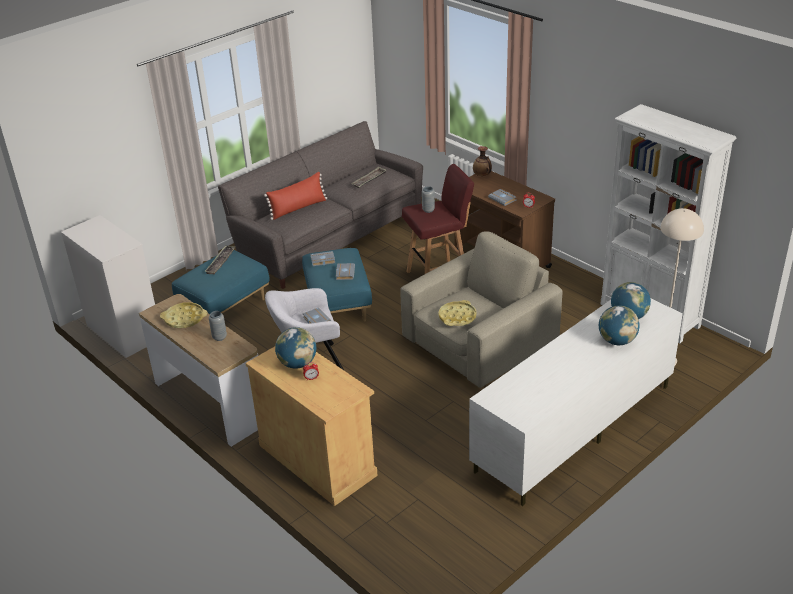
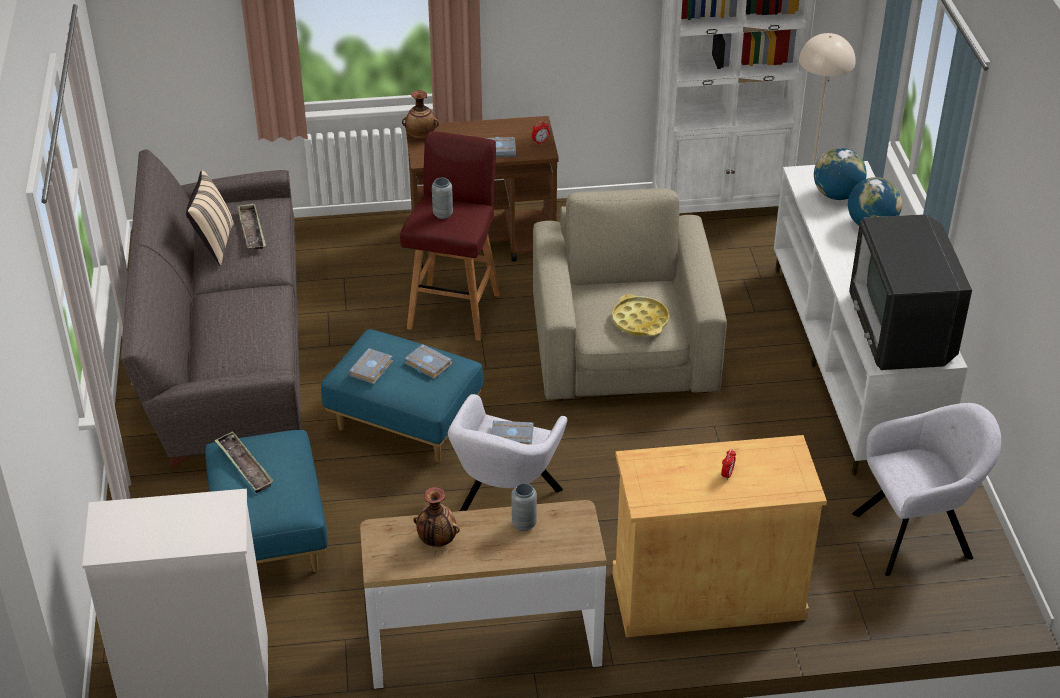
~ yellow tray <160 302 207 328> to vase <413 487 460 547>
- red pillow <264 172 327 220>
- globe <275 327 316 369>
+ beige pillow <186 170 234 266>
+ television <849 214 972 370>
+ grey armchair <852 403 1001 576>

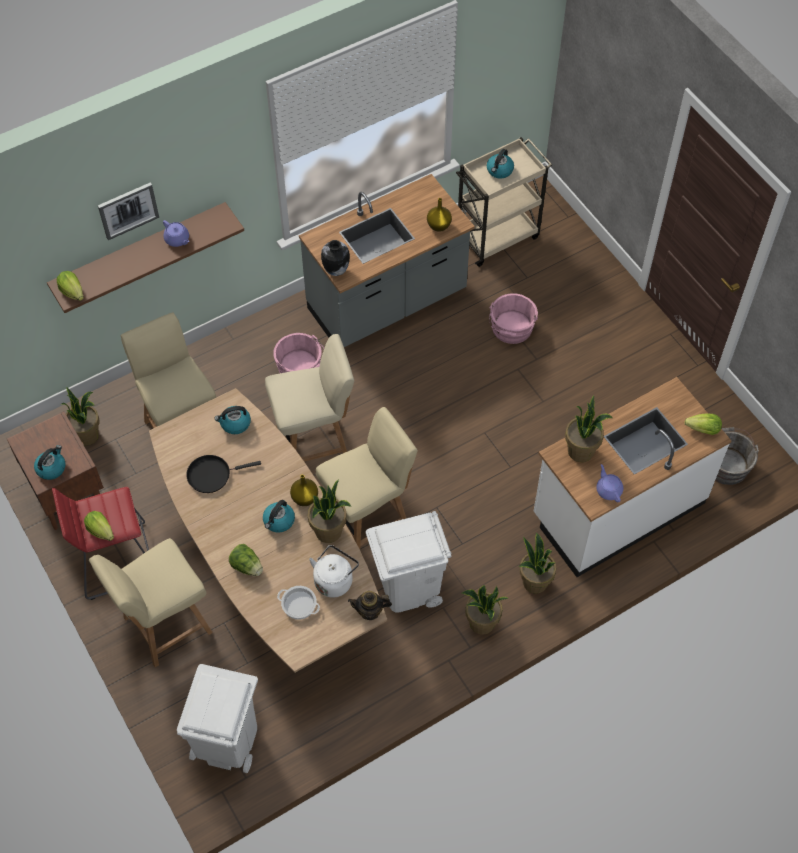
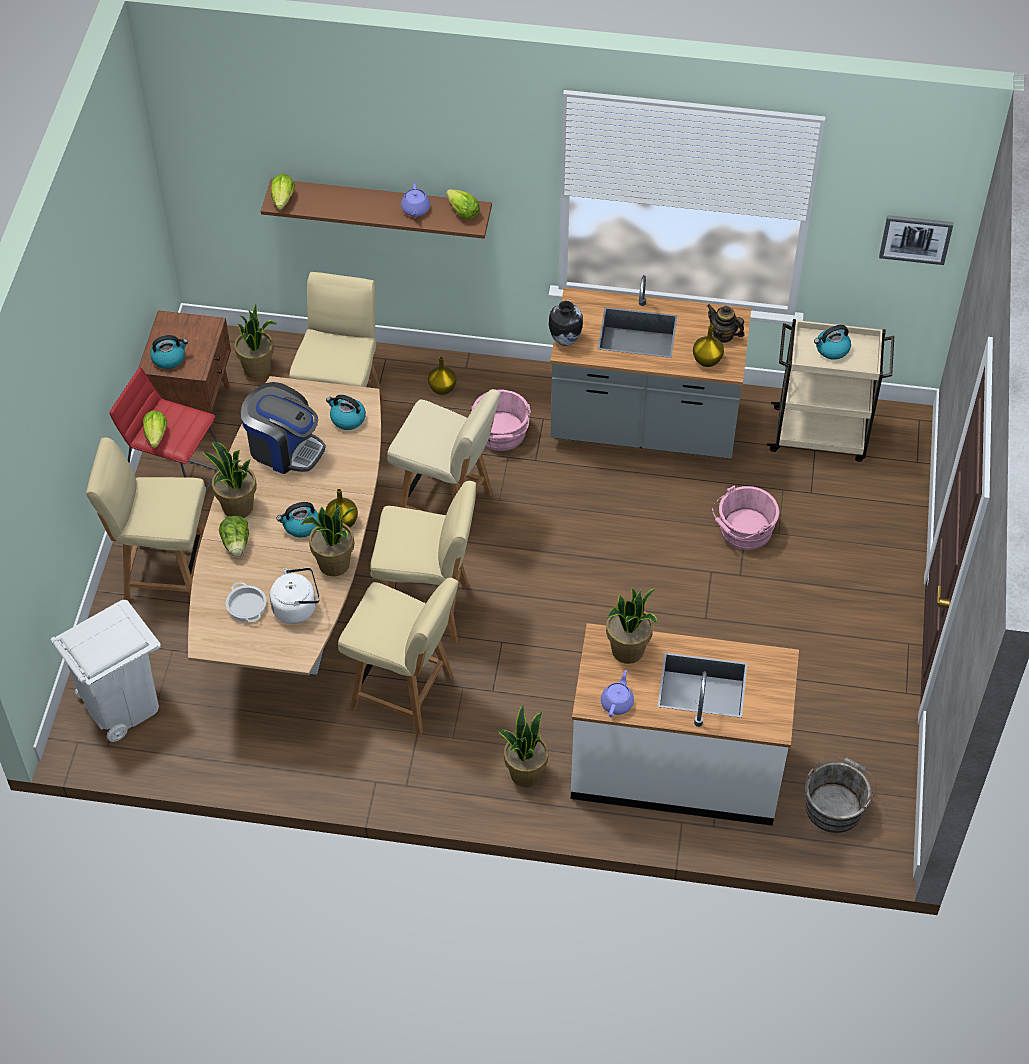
~ picture <98 183 159 240> to <879 215 953 265>
~ black frying pan <186 455 261 493> to coffee machine <241 382 326 474>
~ teapot <348 591 392 620> to <707 304 745 343>
~ white trash can <366 511 452 612> to beige chair <338 578 459 735>
~ potted plant <462 585 509 635> to <201 442 257 518>
~ lettuce <684 414 722 435> to <446 189 480 219>
+ yellow vase <428 357 456 395>

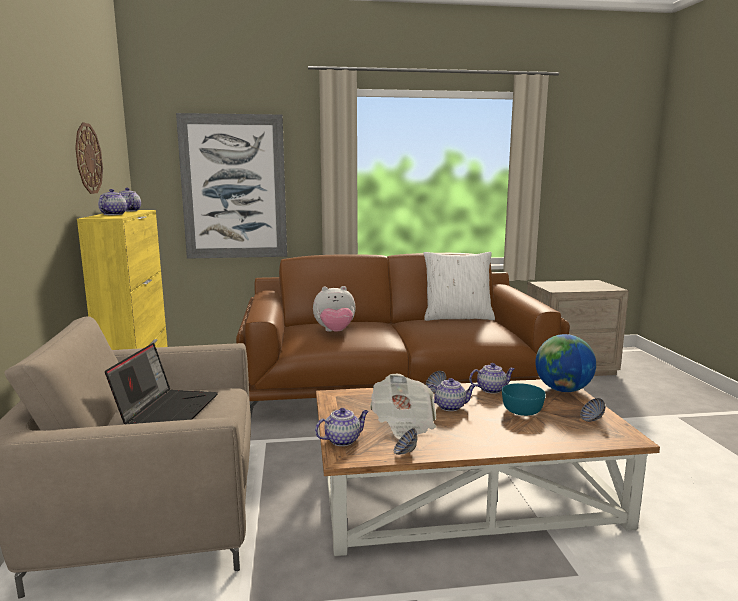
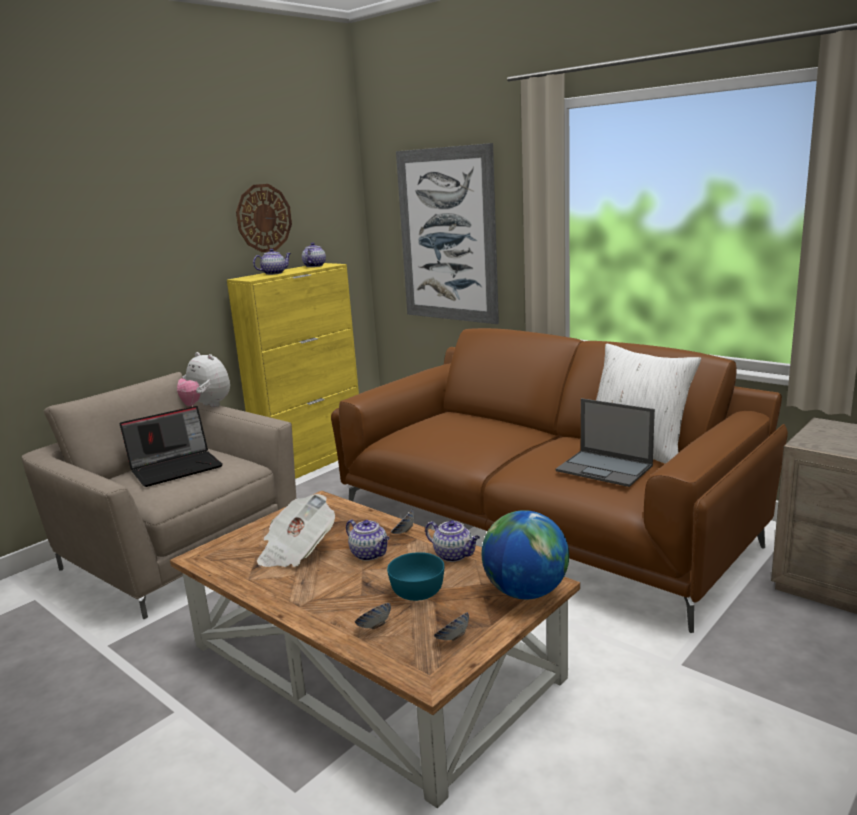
~ plush toy <313 286 356 332> to <177 352 230 407>
- teapot <315 408 369 446>
~ bowl <394 428 418 455> to <355 603 391 629>
+ laptop <556 398 655 487>

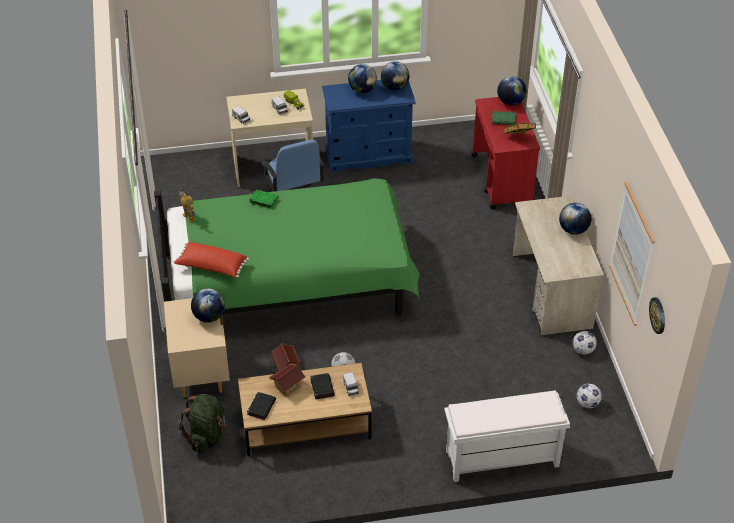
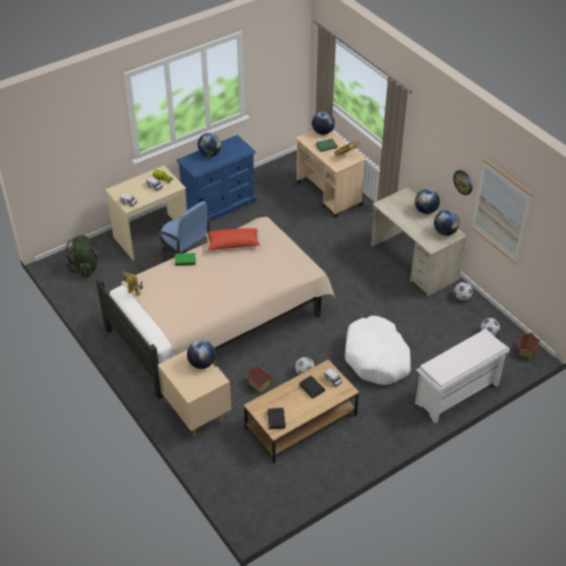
~ green bed <154 178 420 316> to beige bed <96 217 335 400>
~ red pillow <173 242 249 278> to <205 228 261 250>
~ green backpack <179 394 226 453> to <66 235 99 277>
~ toy house <269 363 306 396> to <517 332 540 358>
~ globe <381 61 409 90> to <434 210 460 236>
~ red cart <472 97 540 209> to beige cart <296 130 366 218>
~ wall clock <649 297 665 334> to <453 170 473 195>
+ white dog bed <345 316 411 385>

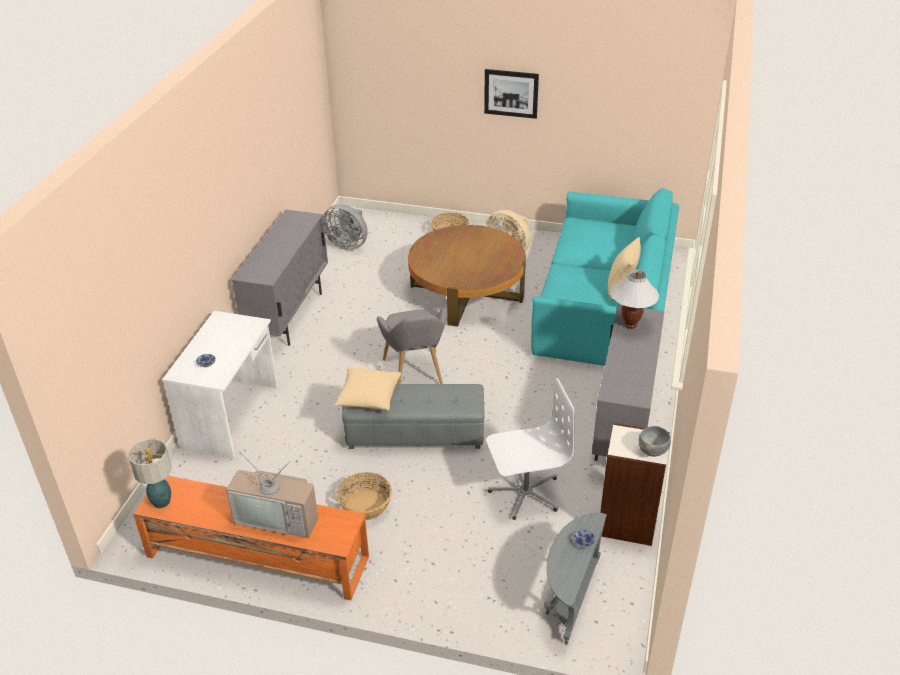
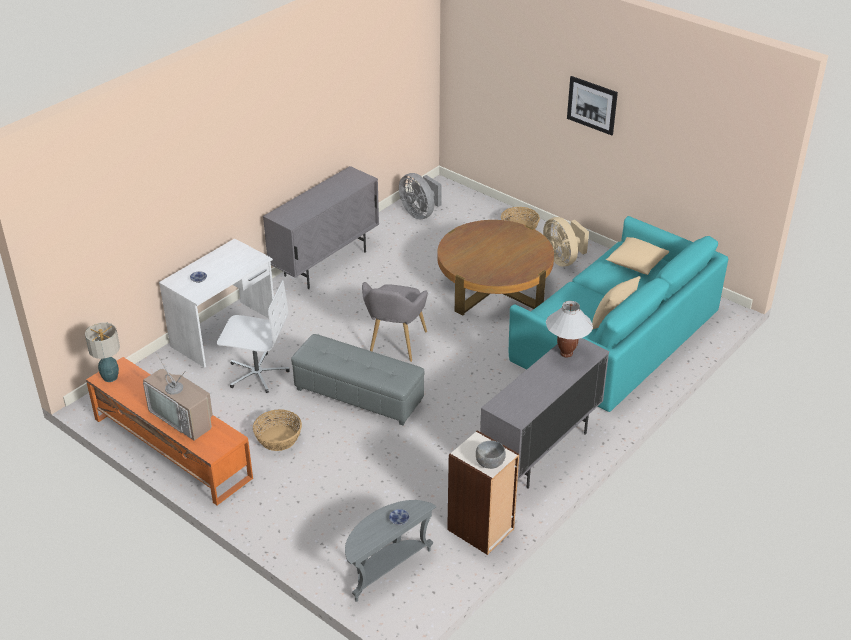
~ beige pillow <334 368 401 411> to <605 237 669 275>
~ white office chair <486 378 575 520> to <217 280 290 393>

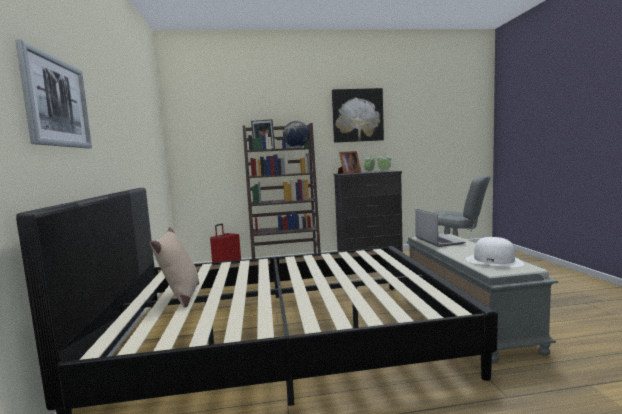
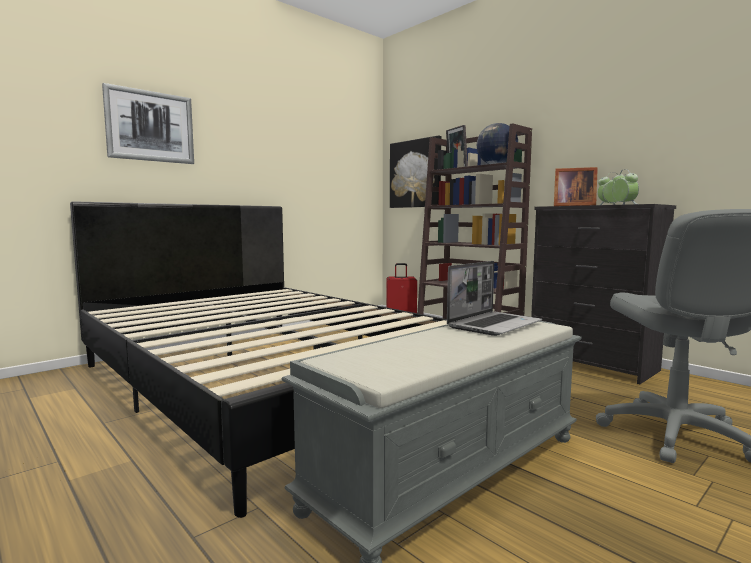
- beige pillow <150 227 199 308>
~ picture <332 88 384 143> to <390 136 442 208>
- white hat <466 237 524 267>

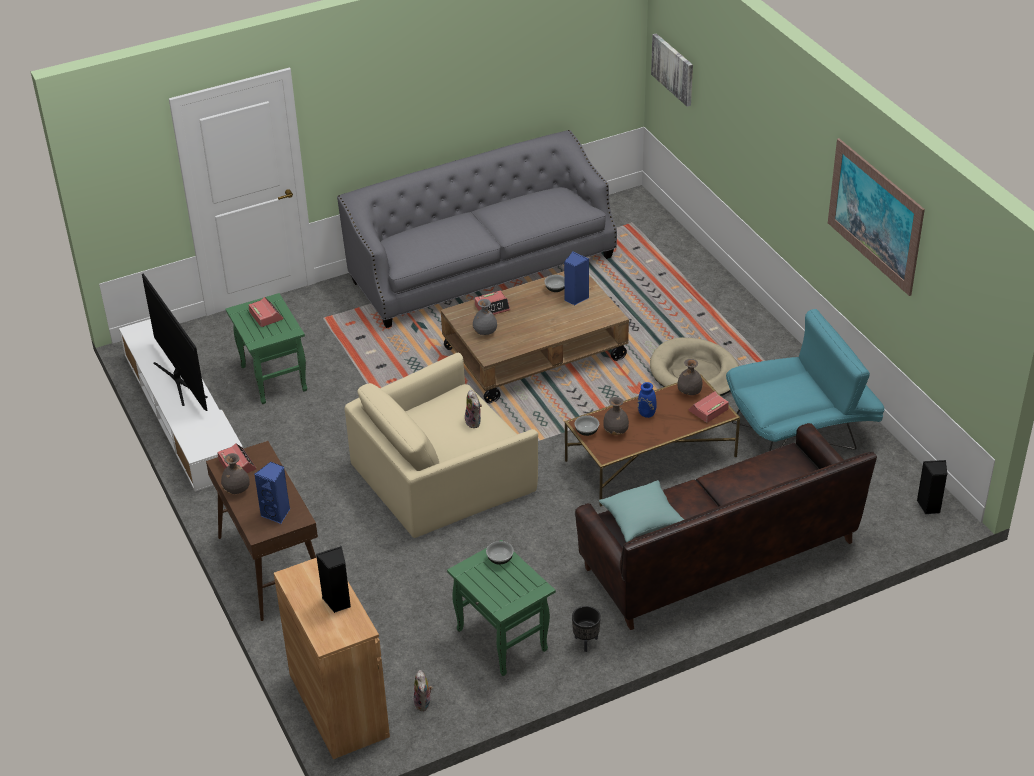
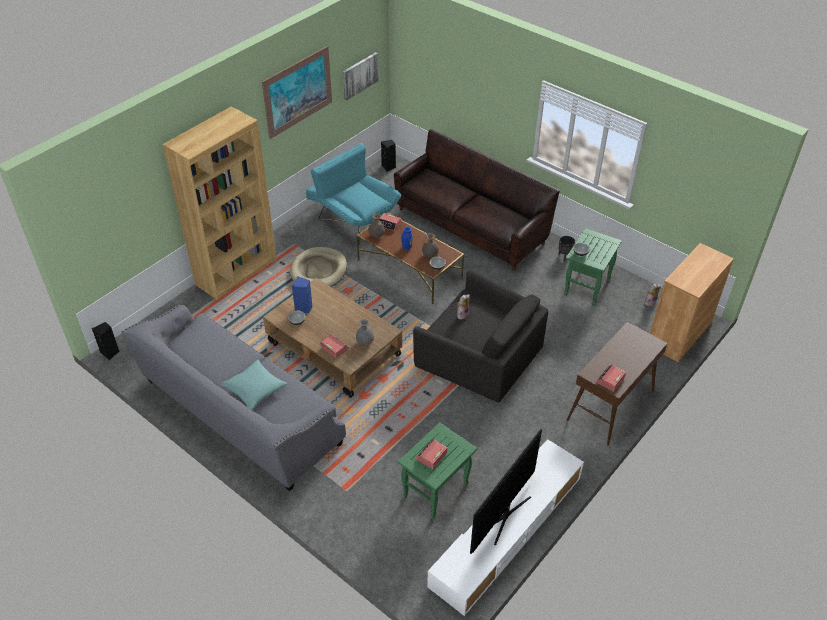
- grey vase <221 453 250 495>
- blue speaker <254 462 290 524>
~ black speaker <316 546 351 613> to <92 322 120 360>
~ beige armchair <345 352 538 538> to black armchair <413 269 549 403>
~ turquoise pillow <599 480 684 542> to <221 360 287 410>
~ picture <651 33 693 107> to <343 52 379 100>
+ brown bookcase <162 106 277 300>

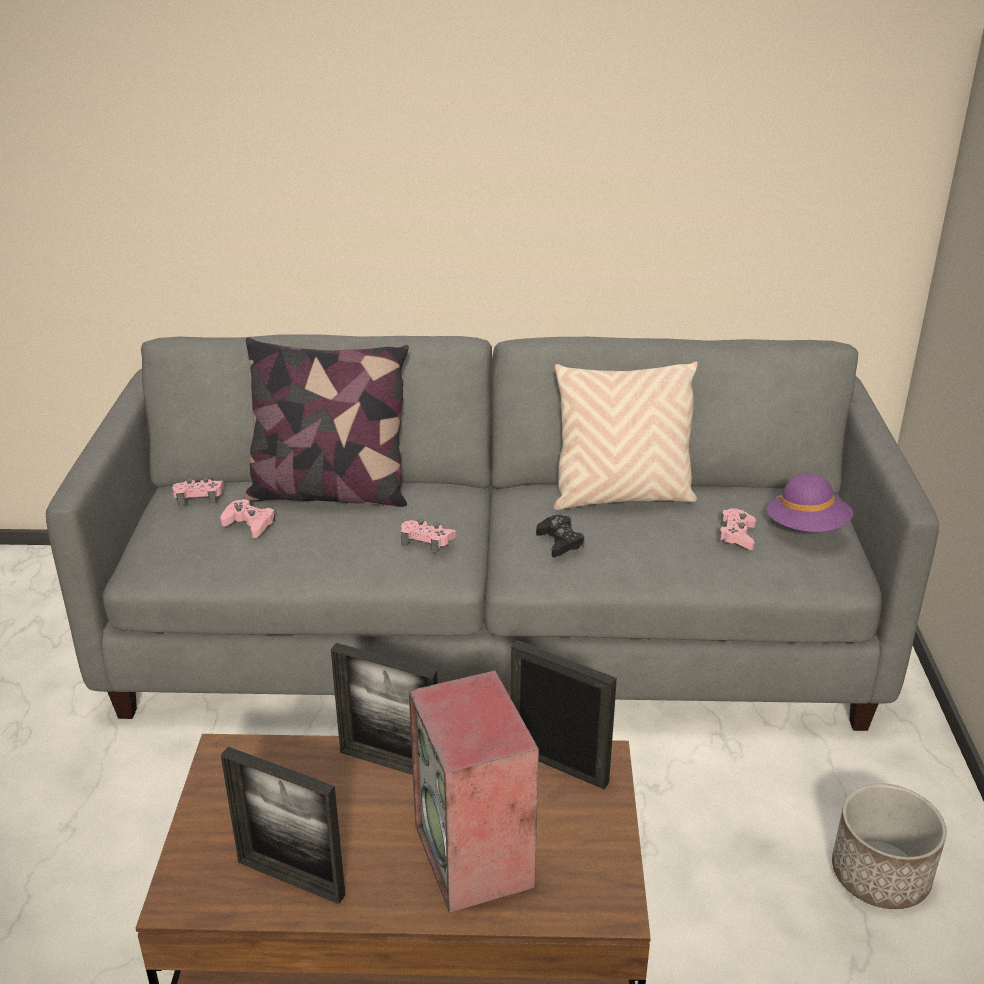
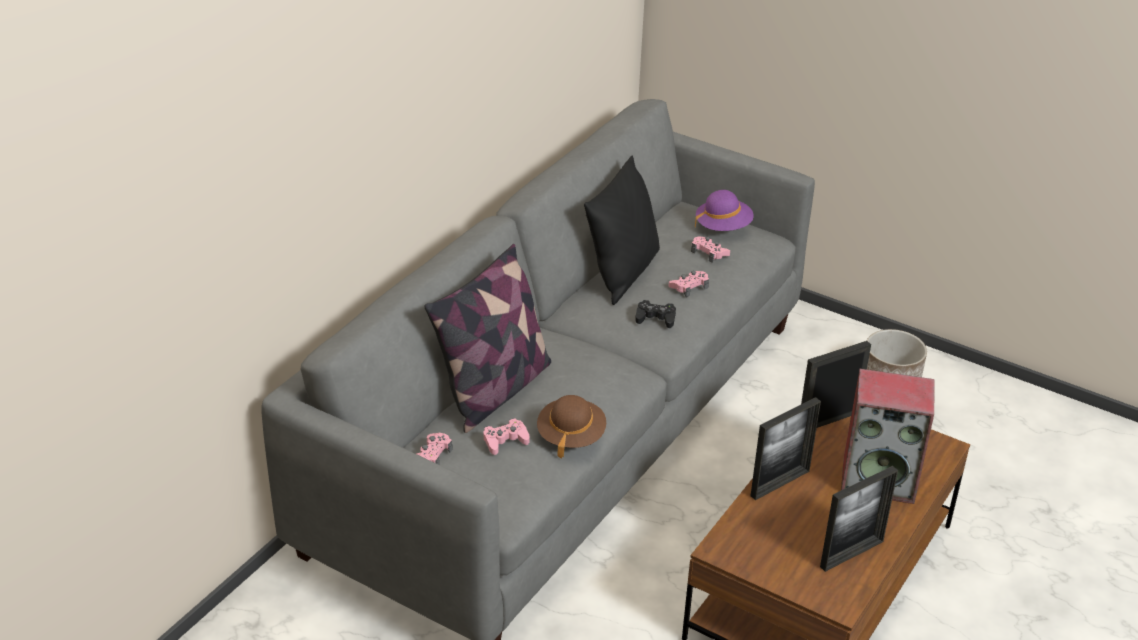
~ pink game controller <401 519 456 553> to <668 271 709 297>
~ beige pillow <553 362 698 510> to black pillow <584 155 660 305>
+ brown hat <537 395 606 459>

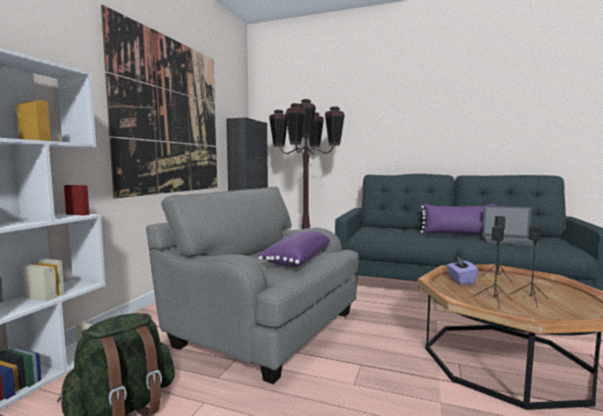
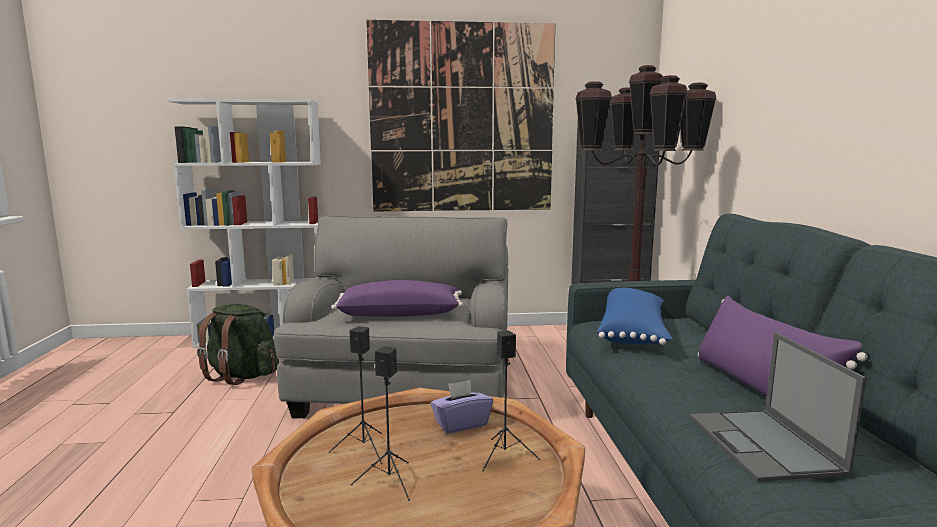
+ blue pillow <597 288 673 345>

